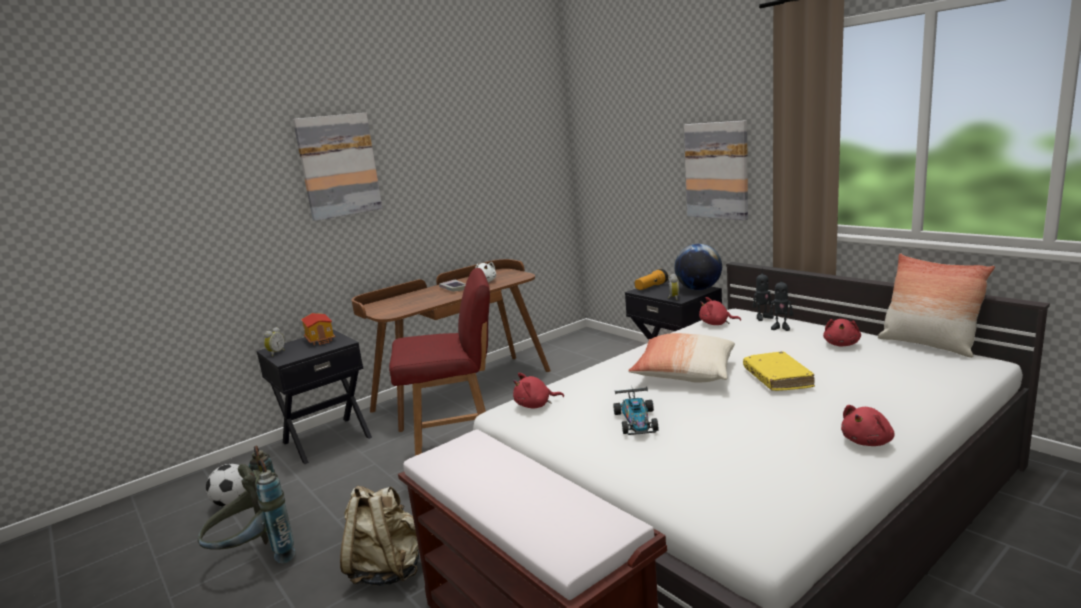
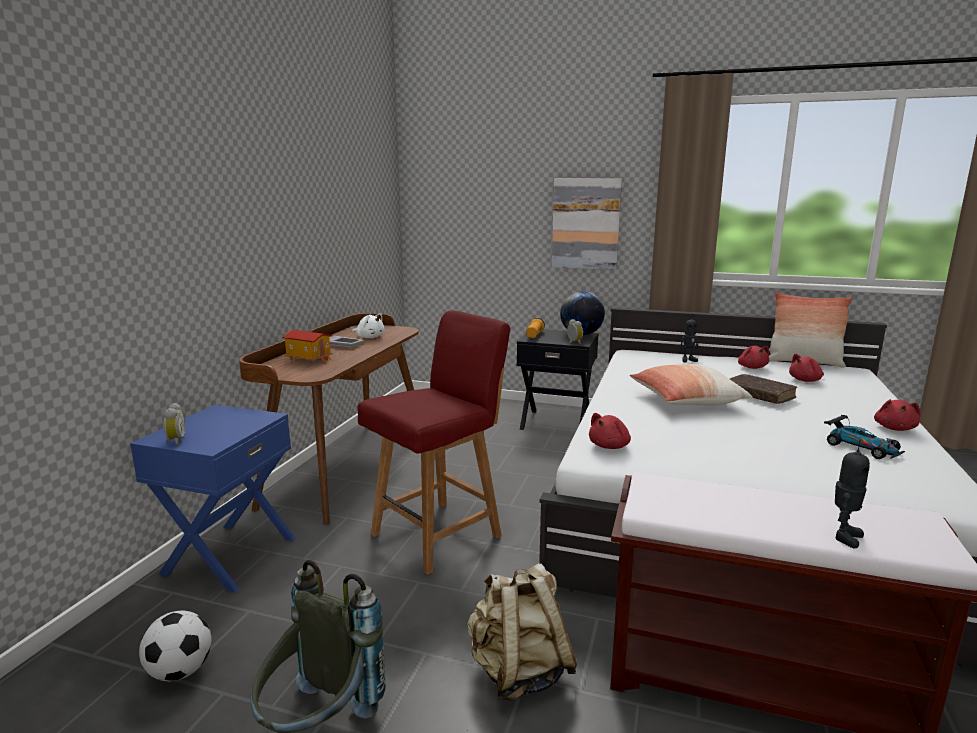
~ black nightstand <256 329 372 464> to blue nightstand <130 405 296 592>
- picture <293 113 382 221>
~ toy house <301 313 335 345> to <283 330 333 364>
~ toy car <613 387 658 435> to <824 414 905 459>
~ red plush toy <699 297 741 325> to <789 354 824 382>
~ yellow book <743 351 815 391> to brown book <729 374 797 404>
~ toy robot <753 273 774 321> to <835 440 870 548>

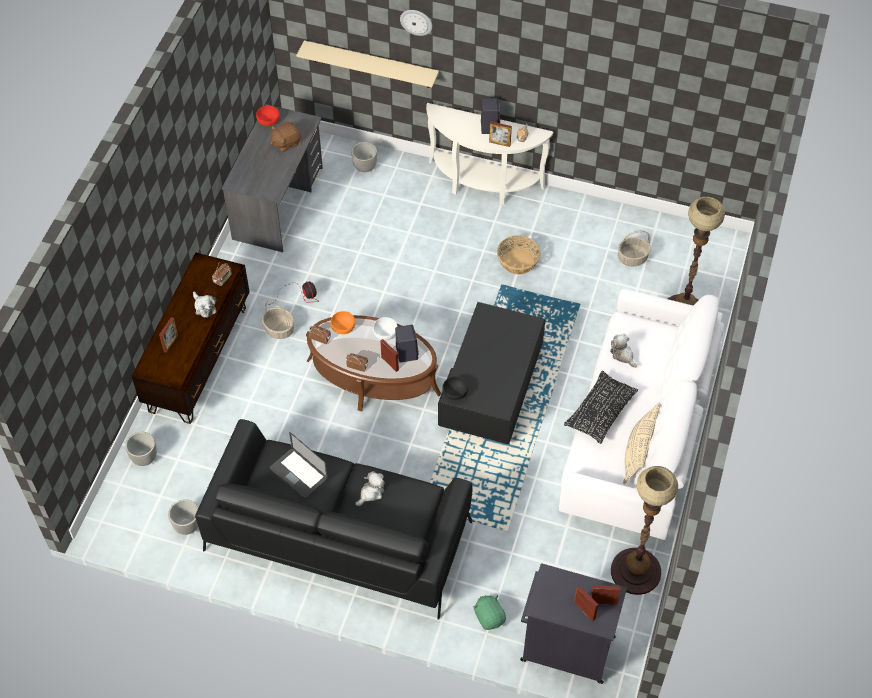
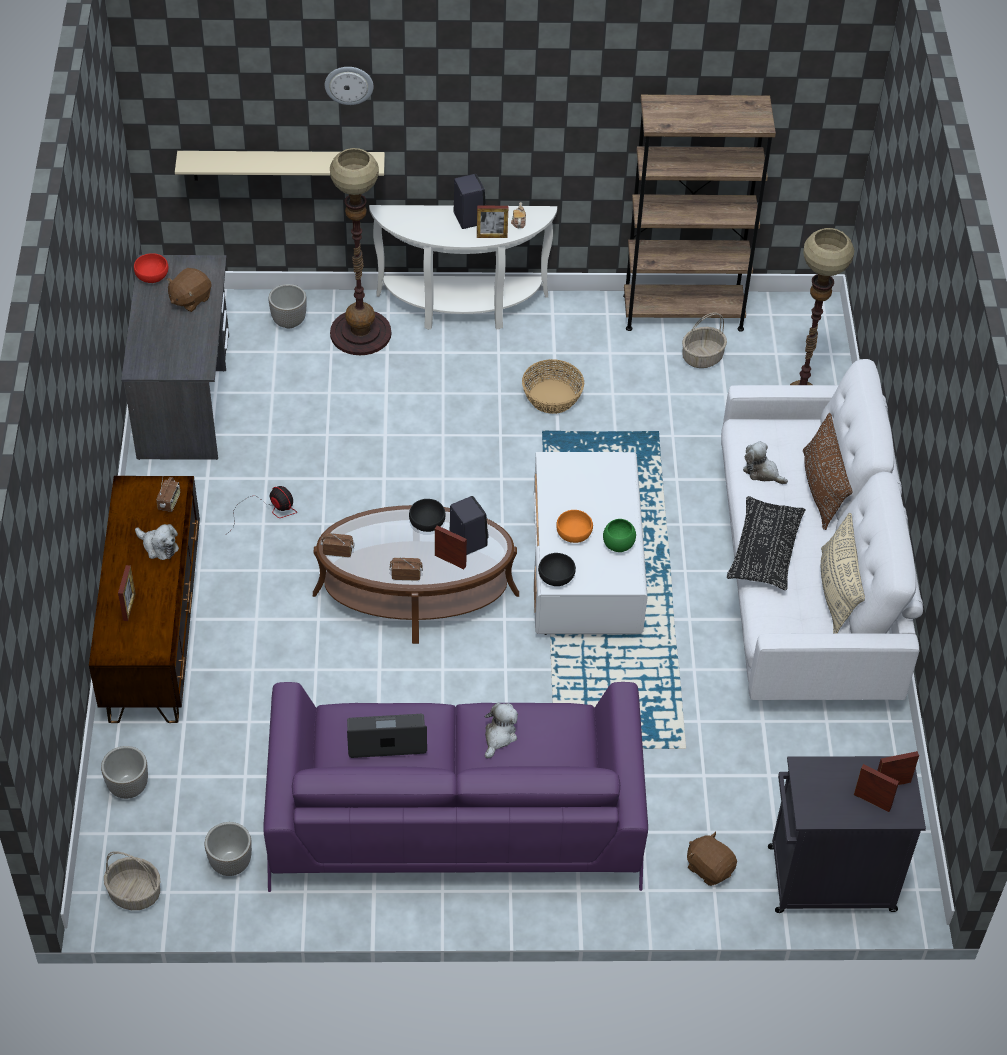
~ black sofa <195 419 473 620> to purple sofa <263 682 648 892>
~ basket <262 300 294 339> to <104 851 160 910>
~ laptop <270 432 328 499> = <347 714 427 758> 150 degrees clockwise
~ orange bowl <330 311 355 334> to <556 510 593 543>
~ white bowl <373 317 397 340> to black bowl <409 499 446 532>
~ black coffee table <438 302 545 444> to white coffee table <534 452 648 635>
~ green plush toy <473 595 506 630> to brown plush toy <687 832 737 886>
~ floor lamp <611 466 678 595> to <330 148 392 355>
+ green bowl <603 519 636 552>
+ brown bookcase <623 95 776 332>
+ brown pillow <803 413 853 530>

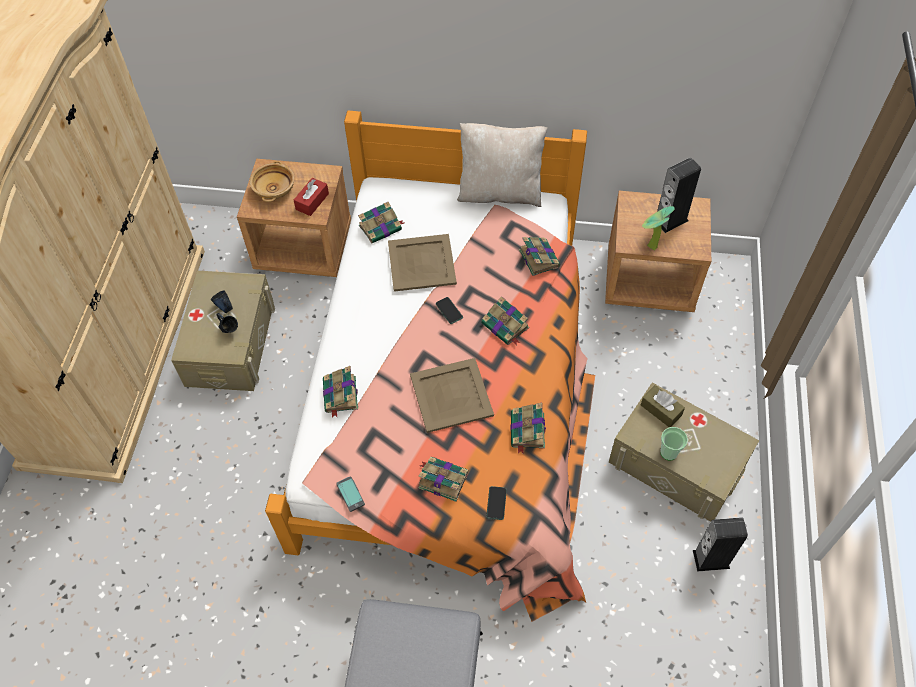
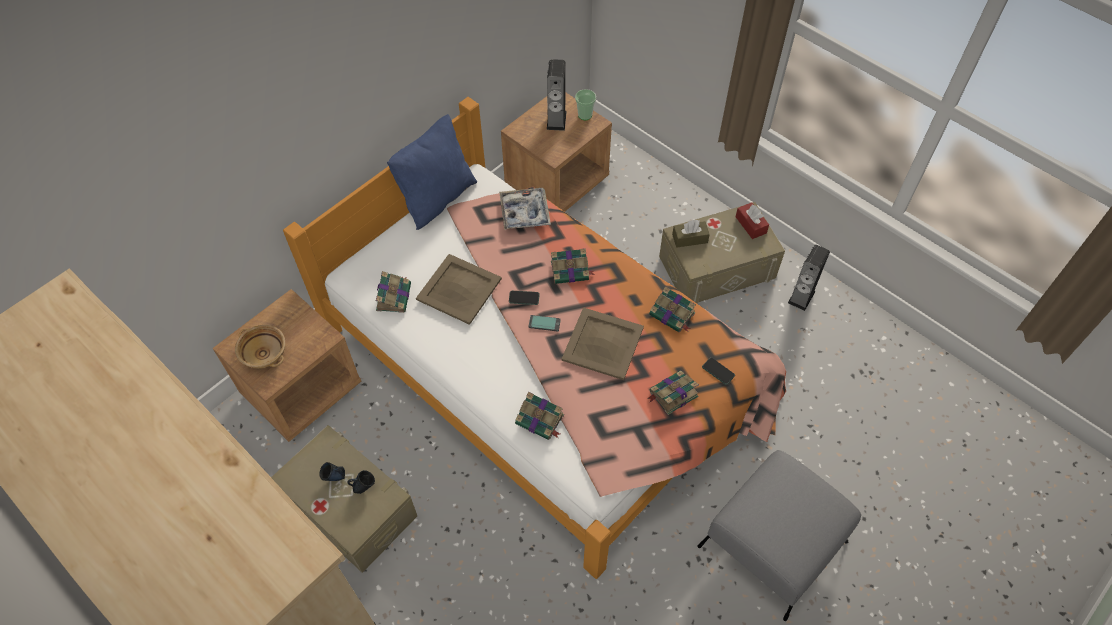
~ red tissue box <294 178 329 216> to <735 202 769 239>
~ phone <336 476 365 512> to <529 315 561 332>
~ beige pillow <457 123 547 207> to blue pillow <387 114 477 230>
~ book <519 237 560 276> to tray <499 188 551 230>
- potted plant <642 206 675 250>
~ cup <660 427 688 461> to <575 89 596 120>

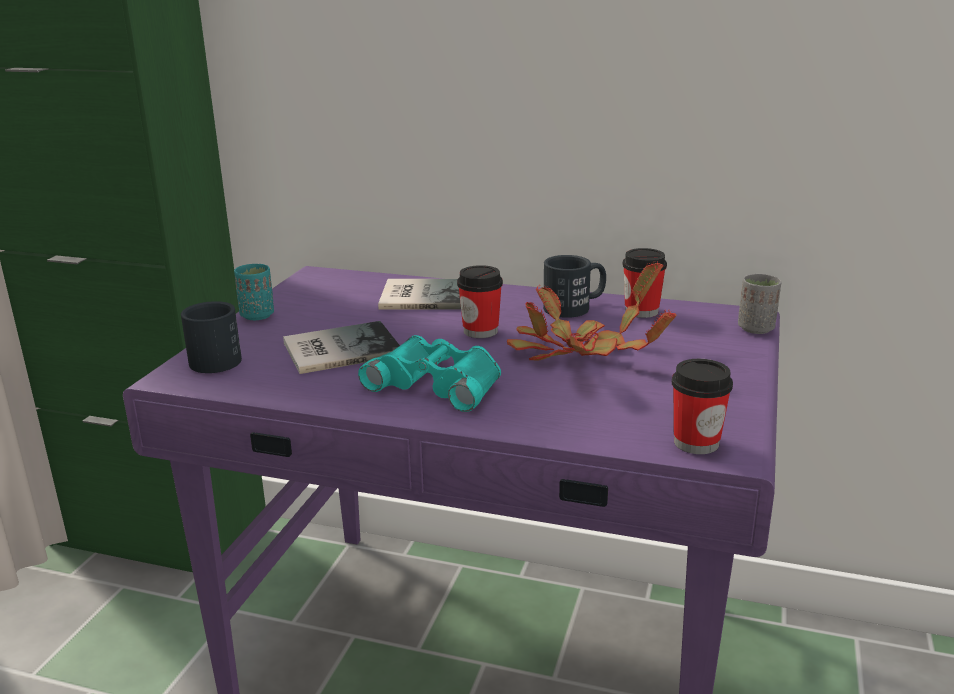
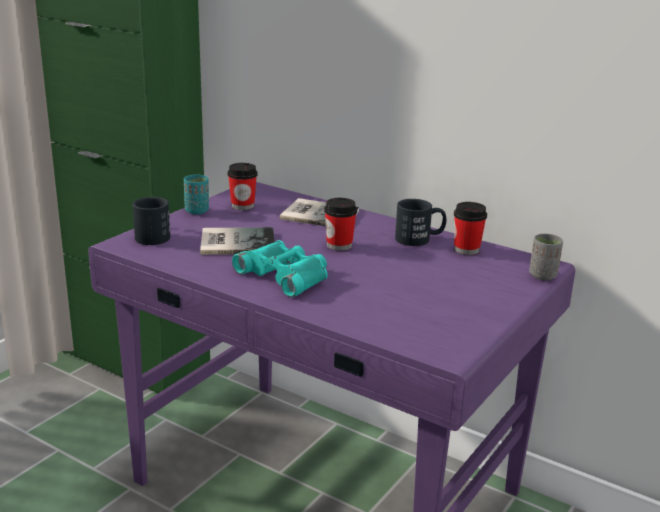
- potted plant <507 261 677 361>
~ cup <672 359 733 454> to <228 163 258 210>

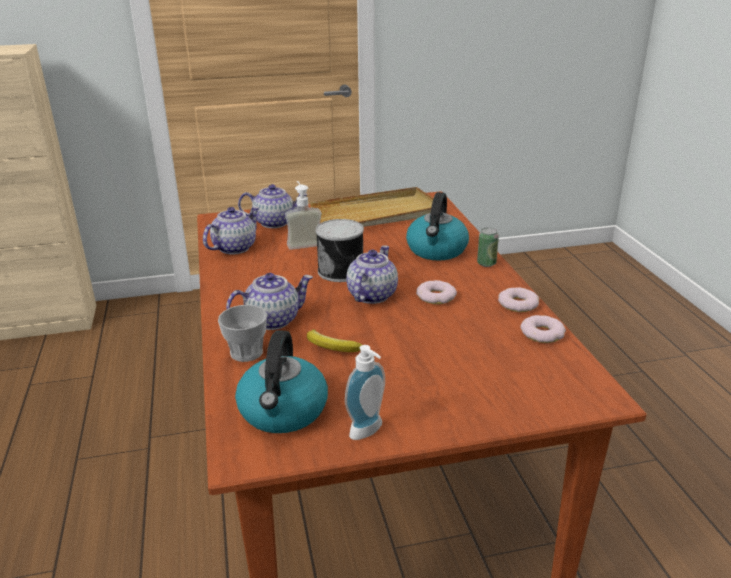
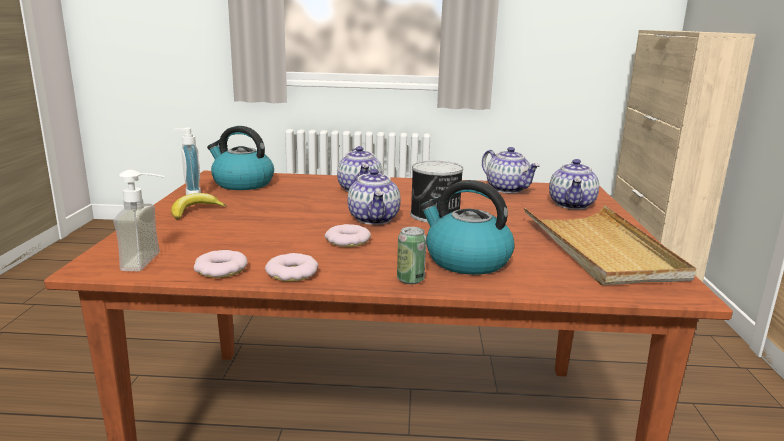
- cup <218 305 267 362>
~ soap dispenser <285 181 322 250> to <113 170 165 271>
~ banana <307 329 362 352> to <171 193 227 219>
~ teapot <346 245 398 304> = <348 169 401 225> 45 degrees clockwise

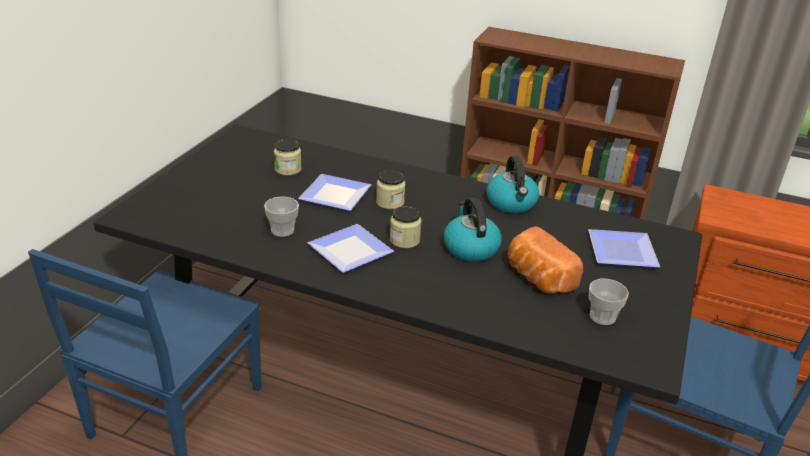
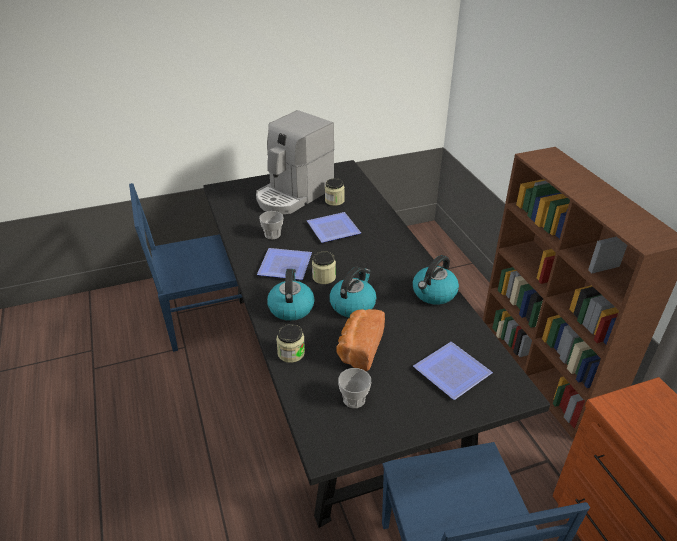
~ jar <376 170 405 209> to <276 324 305 363>
+ coffee machine <256 110 334 214>
+ kettle <267 269 315 321>

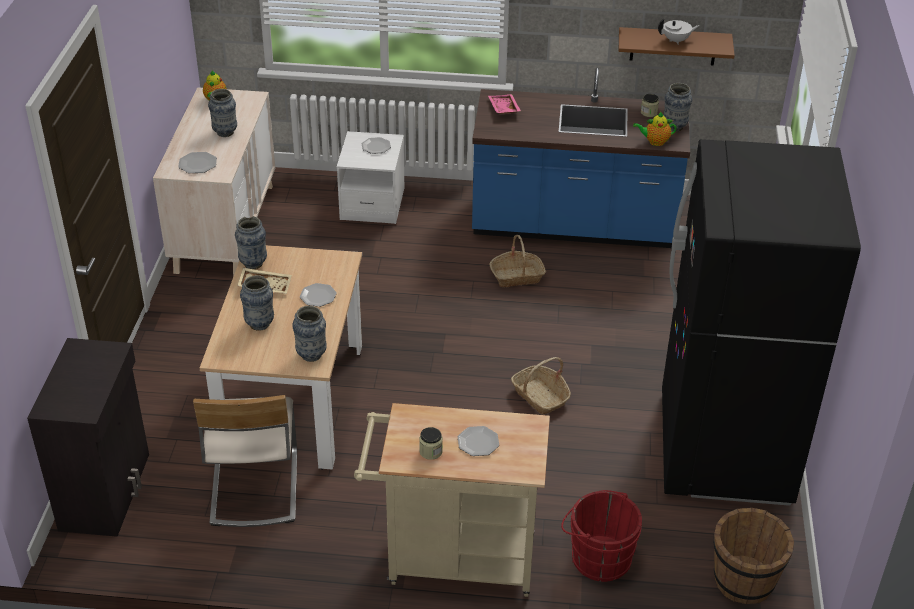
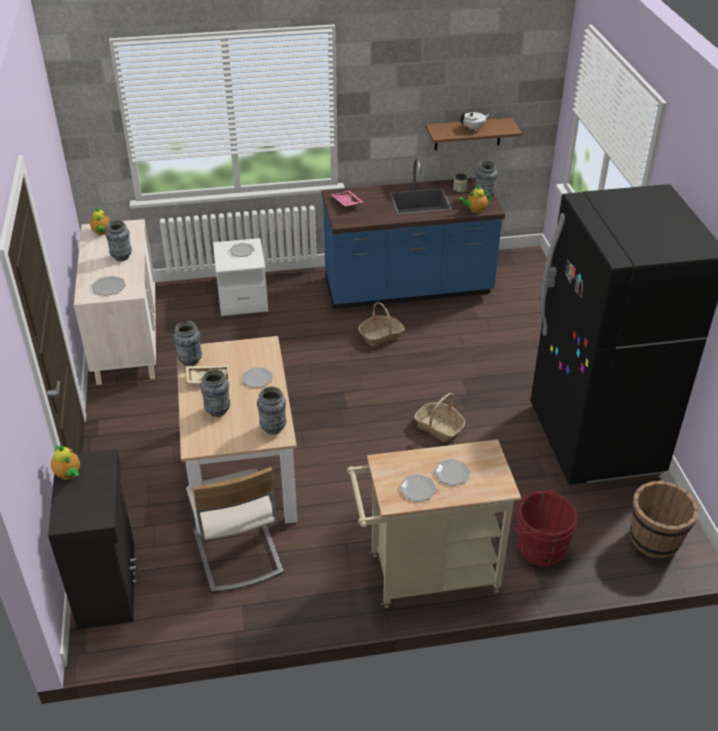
~ jar <419 427 443 460> to plate <399 474 437 502>
+ teapot <51 445 80 480>

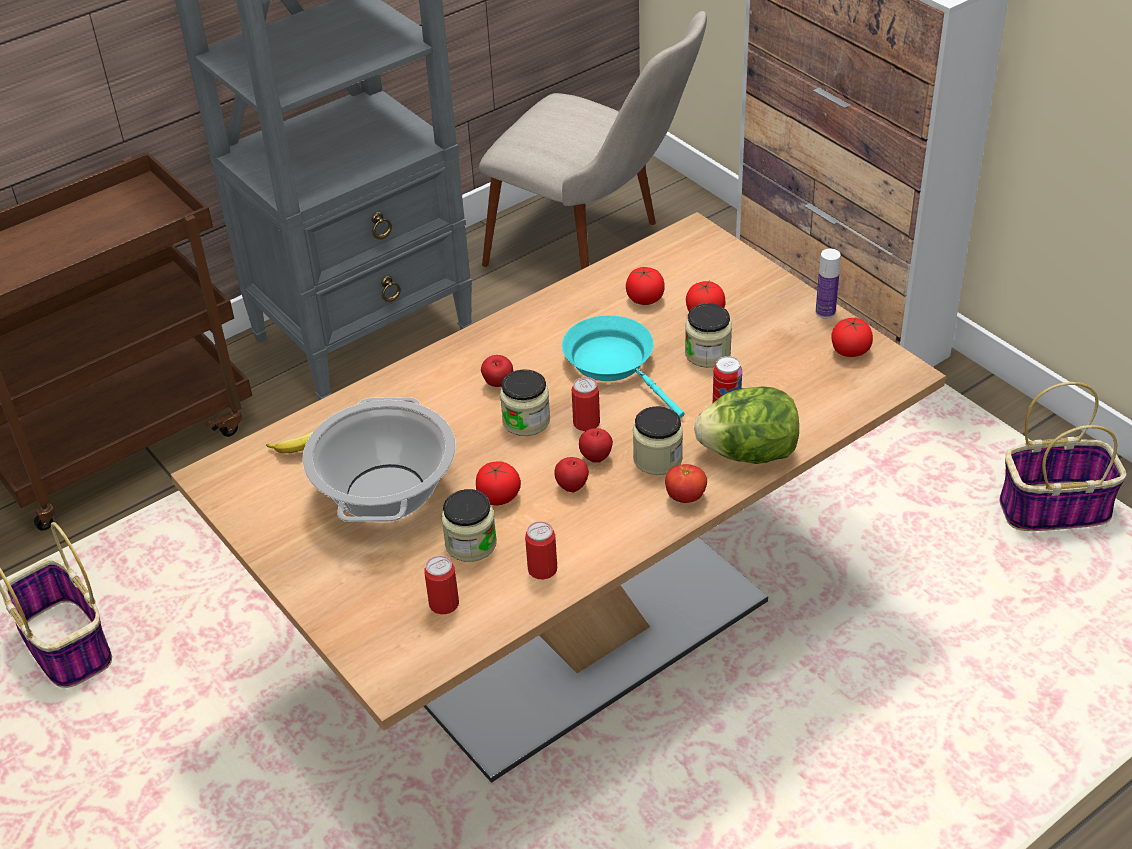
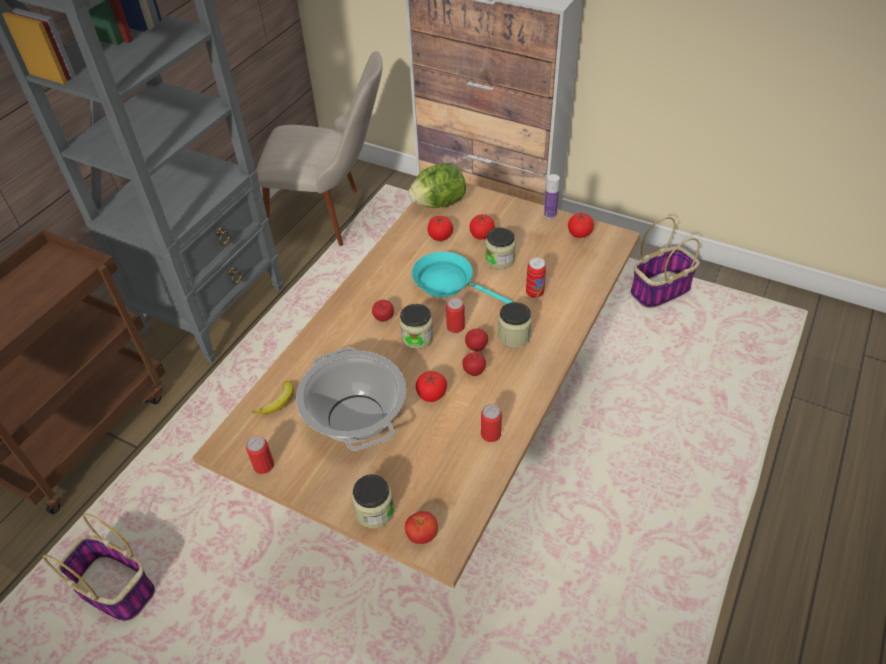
~ can <424 555 459 614> to <246 435 274 474>
~ jar <441 489 497 562> to <352 474 394 528>
~ tomato <665 464 707 503> to <405 511 438 544>
~ lettuce <694 386 799 464> to <408 163 466 208>

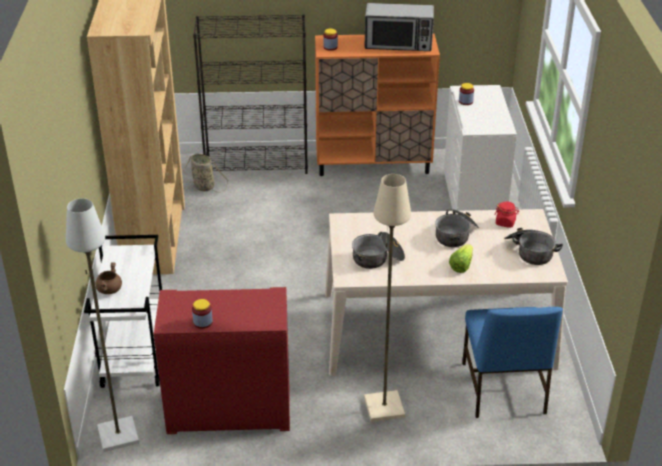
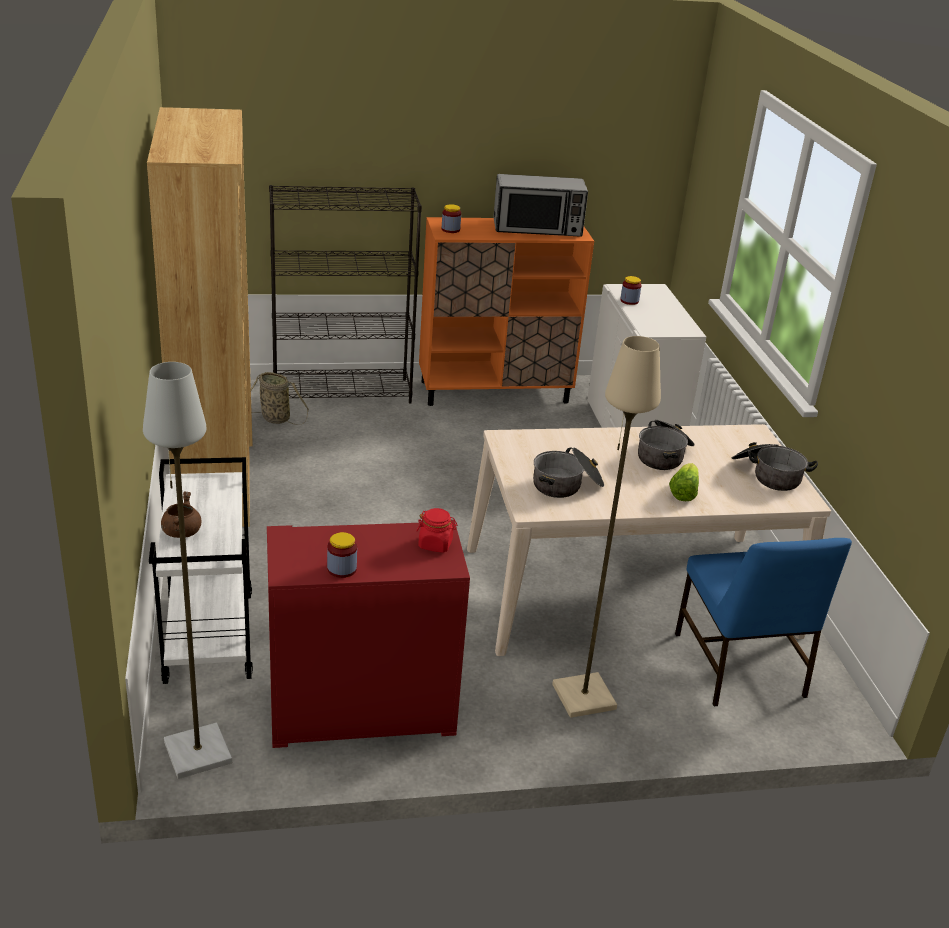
~ red jar <495 201 519 228> to <417 508 457 553>

